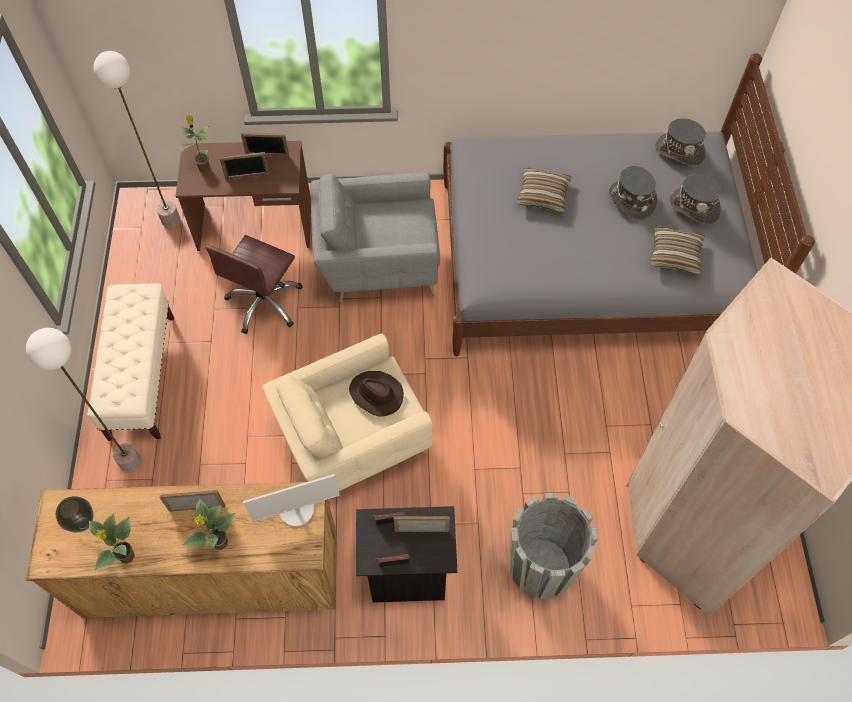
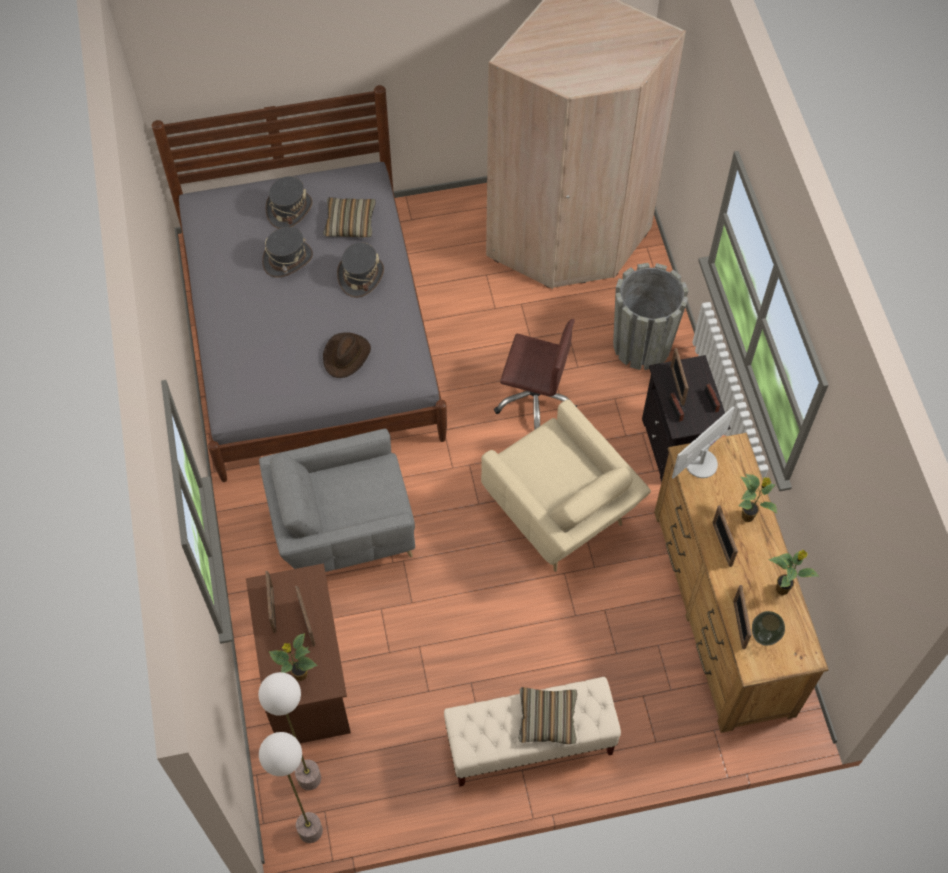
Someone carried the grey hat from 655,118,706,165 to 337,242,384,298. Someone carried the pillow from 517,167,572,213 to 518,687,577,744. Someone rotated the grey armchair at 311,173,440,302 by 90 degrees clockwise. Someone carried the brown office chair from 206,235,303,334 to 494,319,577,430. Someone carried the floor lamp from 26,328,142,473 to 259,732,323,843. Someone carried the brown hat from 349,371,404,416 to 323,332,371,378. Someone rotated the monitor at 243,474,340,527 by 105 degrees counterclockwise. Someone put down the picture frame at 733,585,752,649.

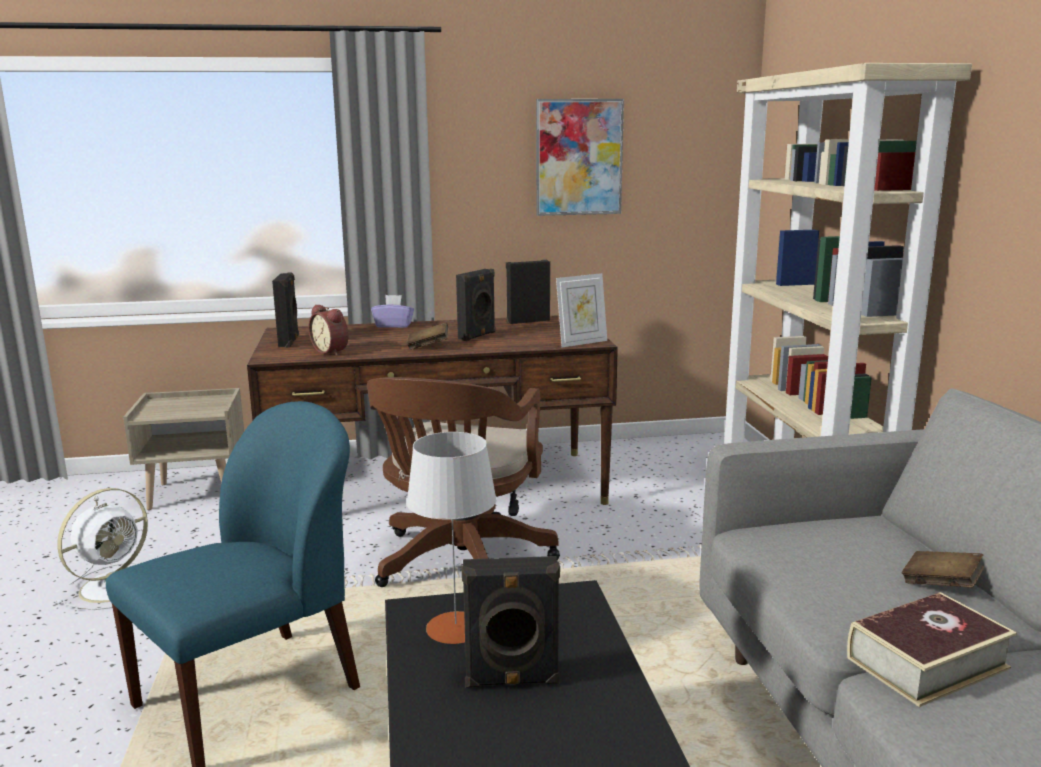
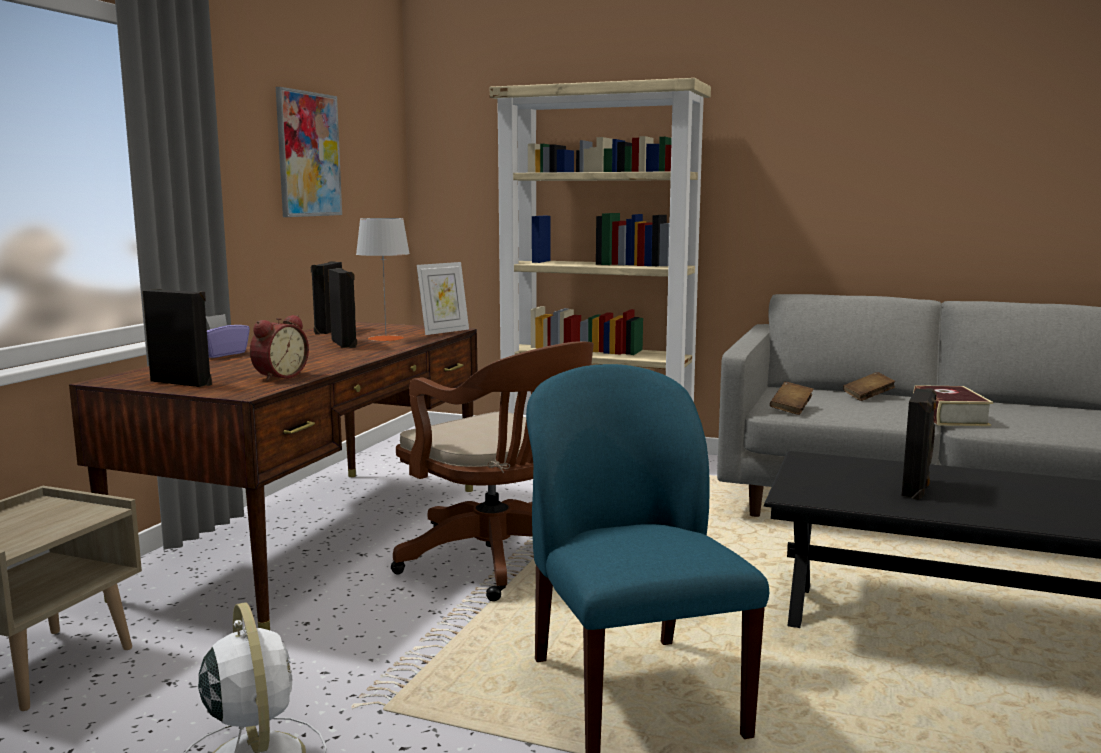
Someone rotated the picture frame at 556,273,607,347 by 45 degrees clockwise. Someone rotated the alarm clock at 308,304,349,356 by 45 degrees counterclockwise. Someone carried the brown book from 406,322,449,350 to 770,382,814,415. Someone carried the grey table lamp from 406,432,497,644 to 356,218,410,341.

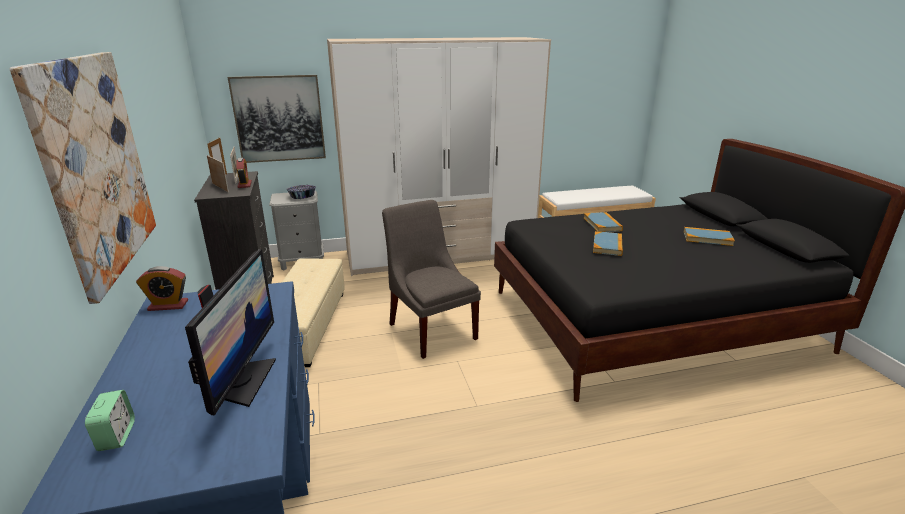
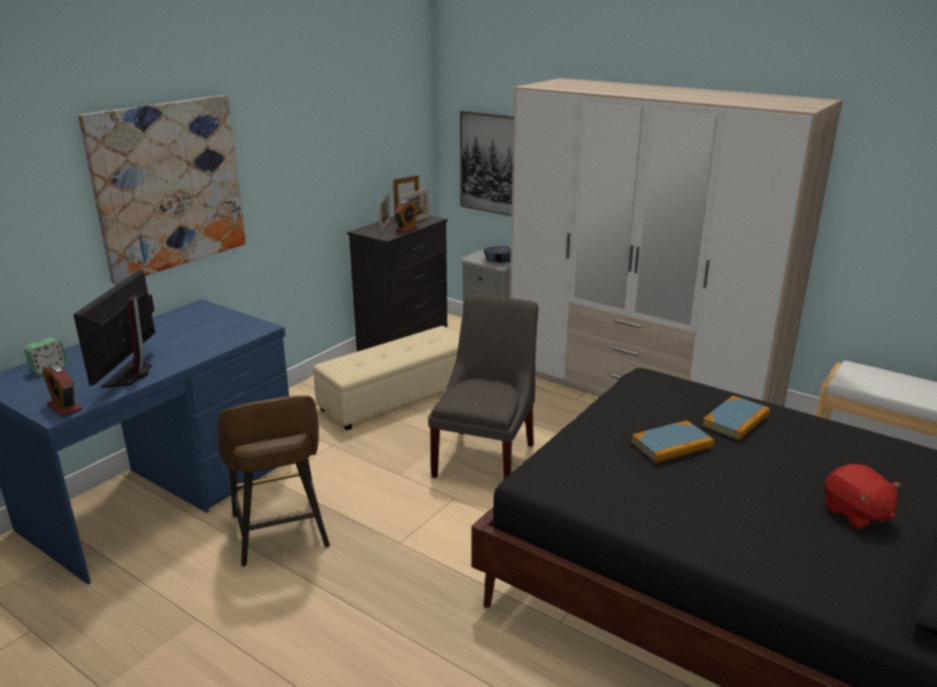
Someone swapped the book at 684,227,735,246 for the red plush toy at 824,464,901,529. Someone rotated the monitor at 185,249,276,415 by 135 degrees clockwise. Someone carried the alarm clock from 136,266,188,311 to 42,364,82,417. Someone put down the brown stool at 217,395,330,567.

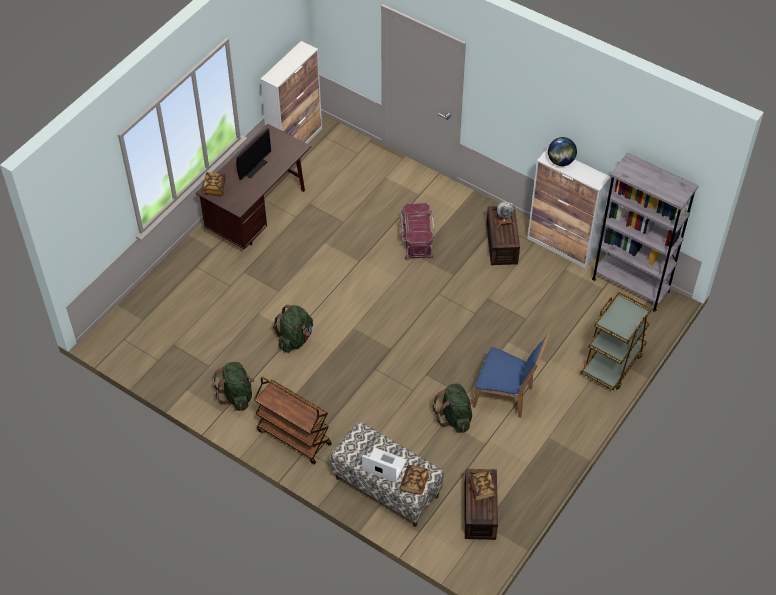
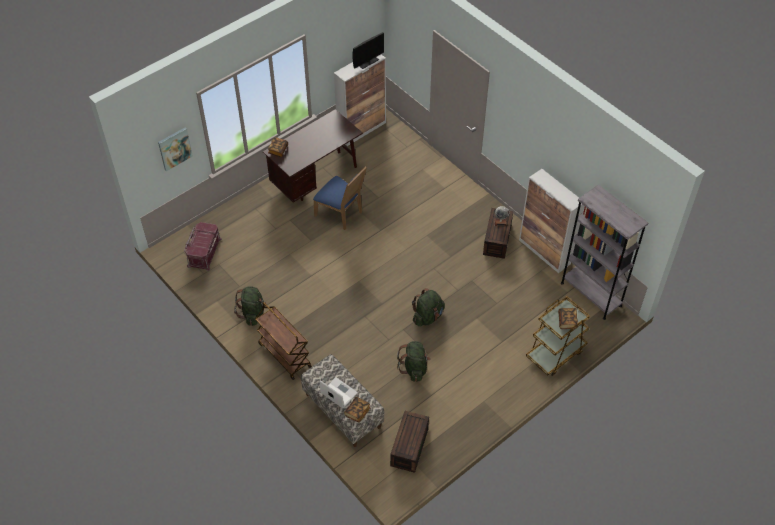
Someone carried the monitor from 236,128,271,180 to 352,32,384,69. Someone took away the globe at 548,137,577,166. Someone carried the red storage box from 400,203,435,261 to 184,222,222,271. Someone carried the green backpack from 273,305,313,353 to 412,288,445,327. Someone carried the blue chair from 472,333,550,418 to 313,166,367,230. Someone carried the book from 468,471,496,501 to 558,308,578,329. Someone put up the picture at 158,127,193,171.

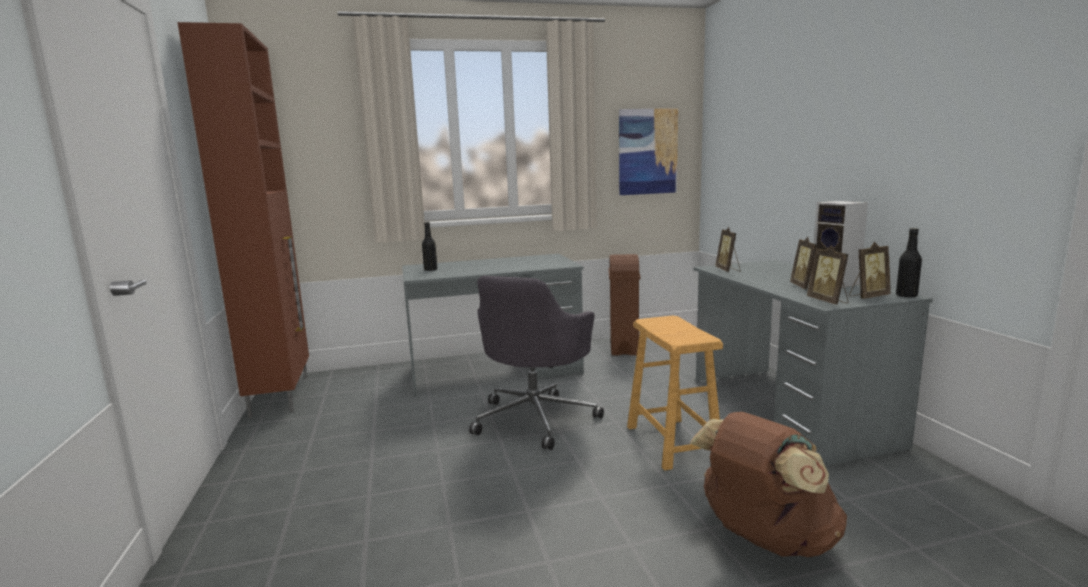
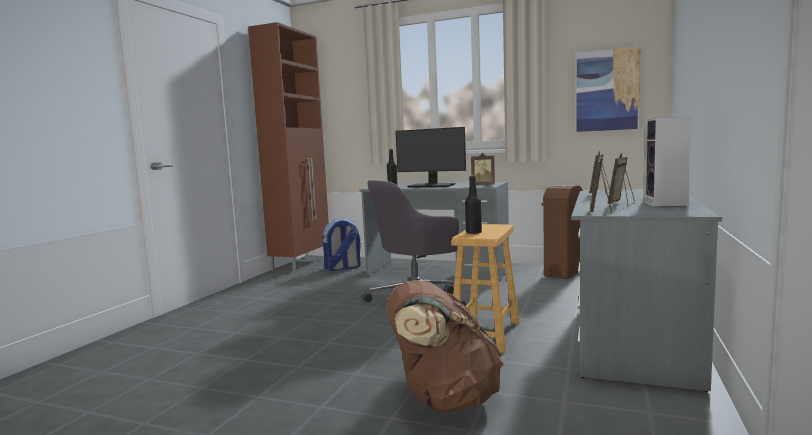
Someone carried the black bottle from 896,228,922,298 to 465,176,482,234. Someone carried the picture frame from 849,242,891,299 to 471,153,495,186. Someone put down the monitor at 395,127,466,188. Someone put down the backpack at 322,219,361,271.

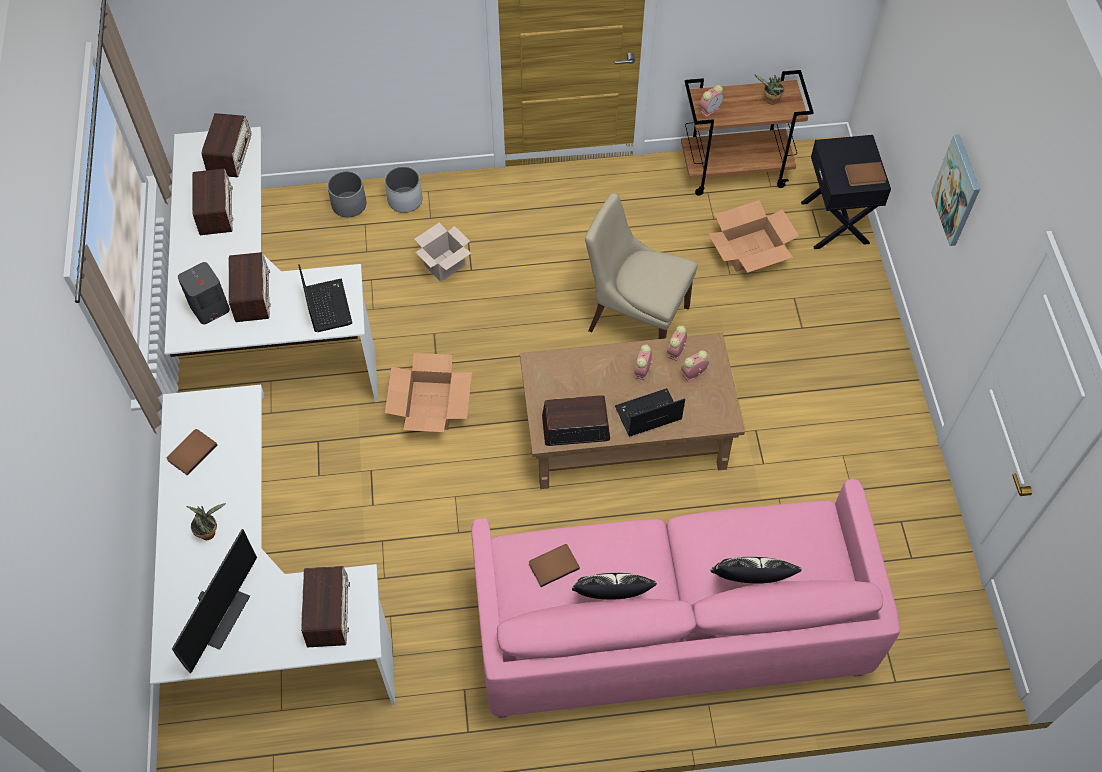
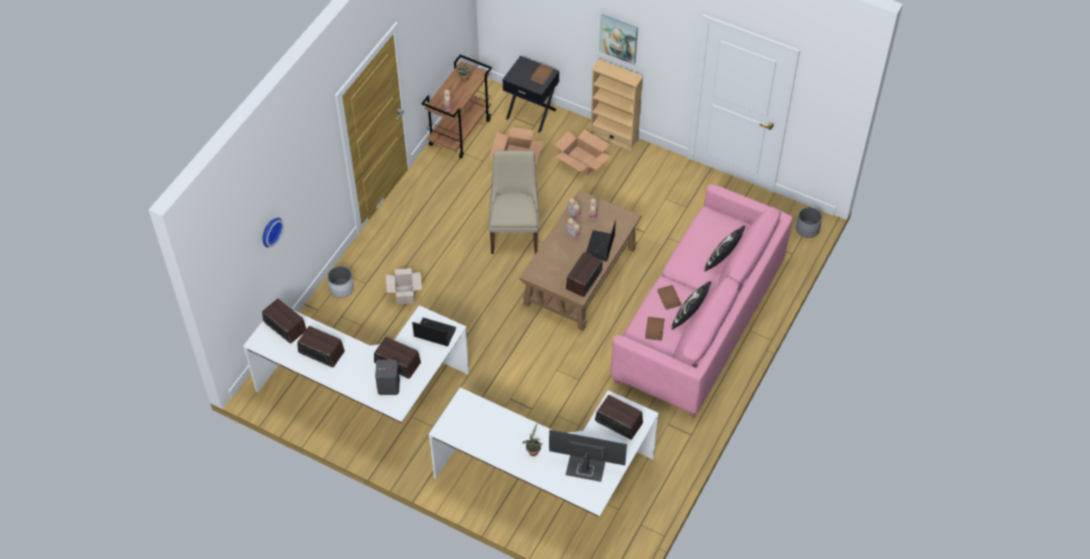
Someone carried the grey planter from 327,171,366,217 to 796,207,822,238. Someone rotated the beige chair at 585,193,698,339 by 120 degrees clockwise. Someone carried the cardboard box from 385,353,472,432 to 555,130,611,176. Someone carried the brown book from 167,429,217,476 to 657,285,682,310. Someone rotated the monitor at 172,529,257,673 by 45 degrees counterclockwise. Someone put down the beige bookcase at 590,59,644,151. Someone put up the wall clock at 262,218,284,247.

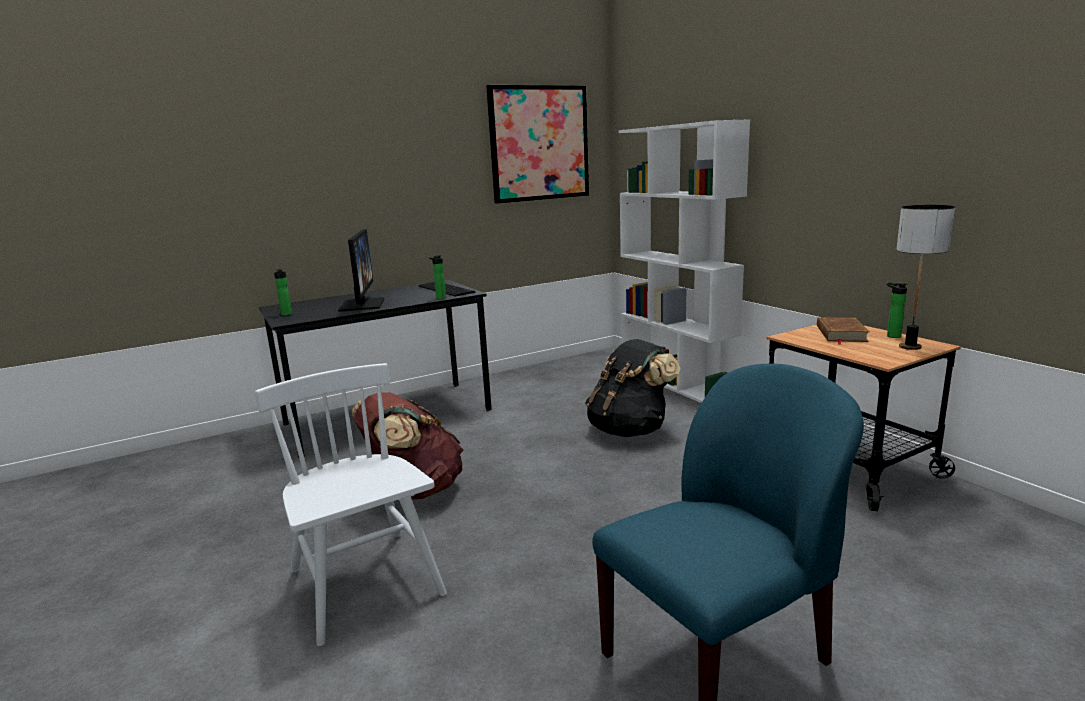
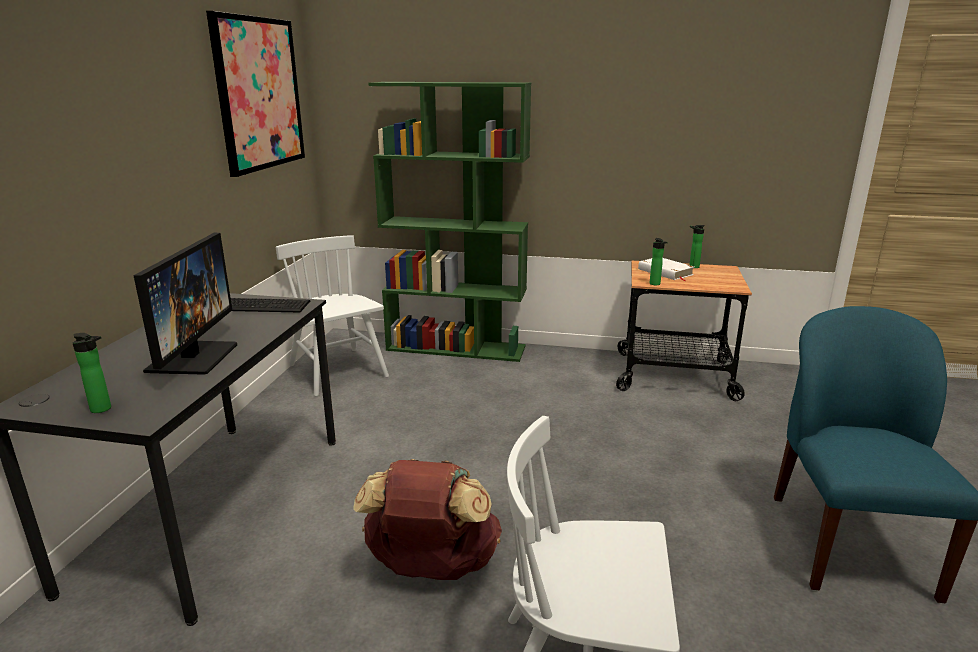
Someone repainted the white bookcase at 619,119,750,403, which became the green bookcase at 369,82,531,362. Someone took away the table lamp at 896,205,955,350. Someone rotated the monitor at 338,229,385,312 by 60 degrees clockwise. Someone carried the bottle from 429,255,446,299 to 650,238,668,285. Someone repainted the brown book at 817,317,870,345, which became the white book at 638,258,694,281. Someone took away the black backpack at 585,339,681,437. Someone put down the white chair at 276,235,389,396.

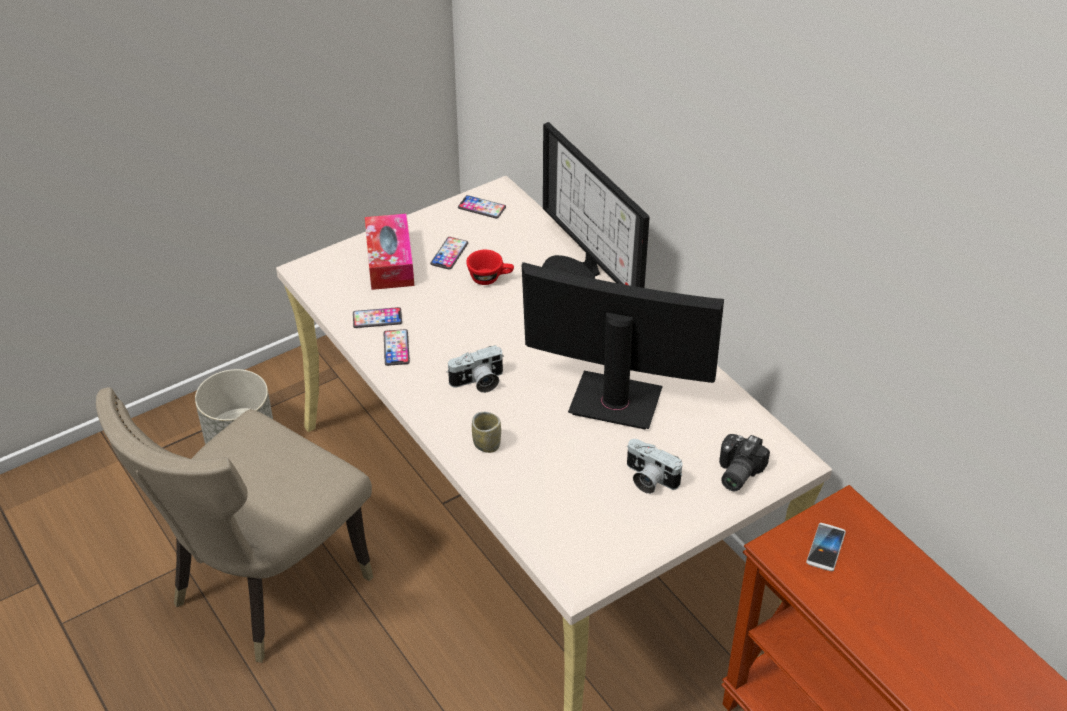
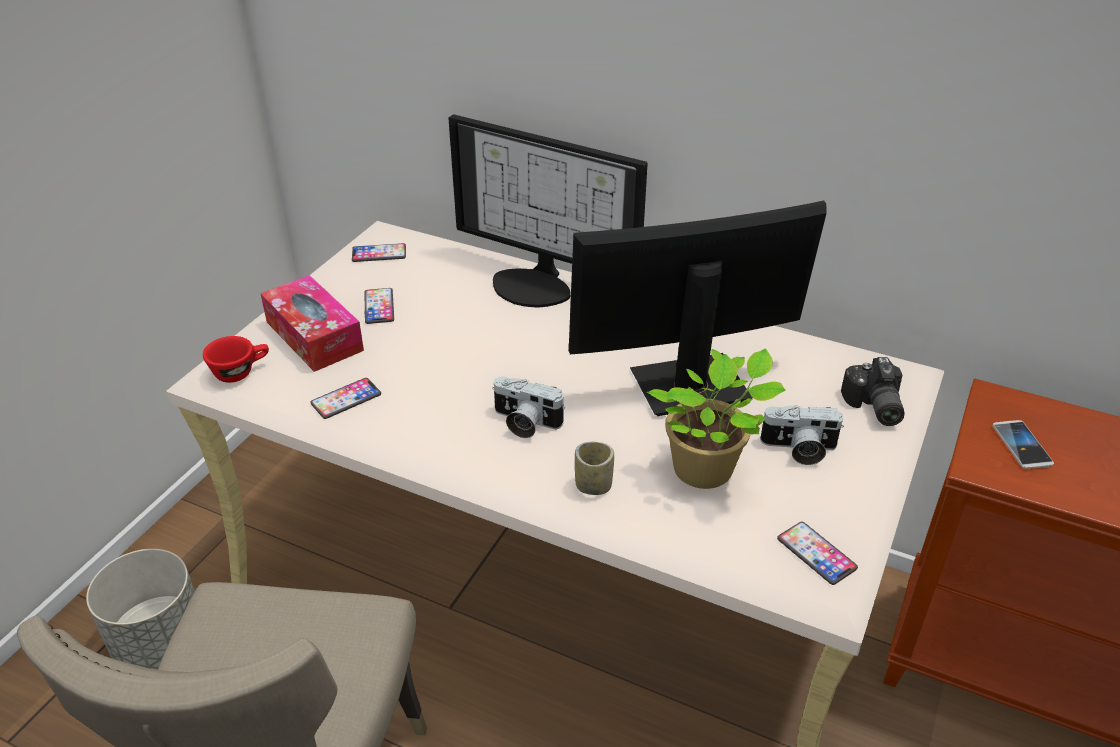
Someone carried the red cup from 466,250,514,285 to 203,336,269,383. Someone carried the phone from 383,329,410,366 to 777,522,858,585. Someone rotated the photo camera at 446,345,504,393 by 75 degrees clockwise. Someone put down the potted plant at 647,349,786,489.

